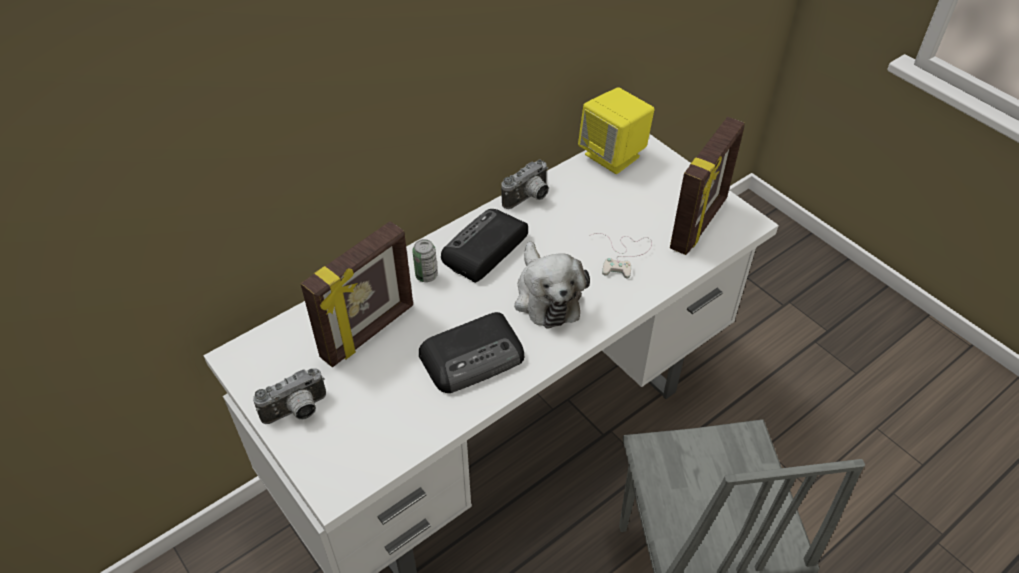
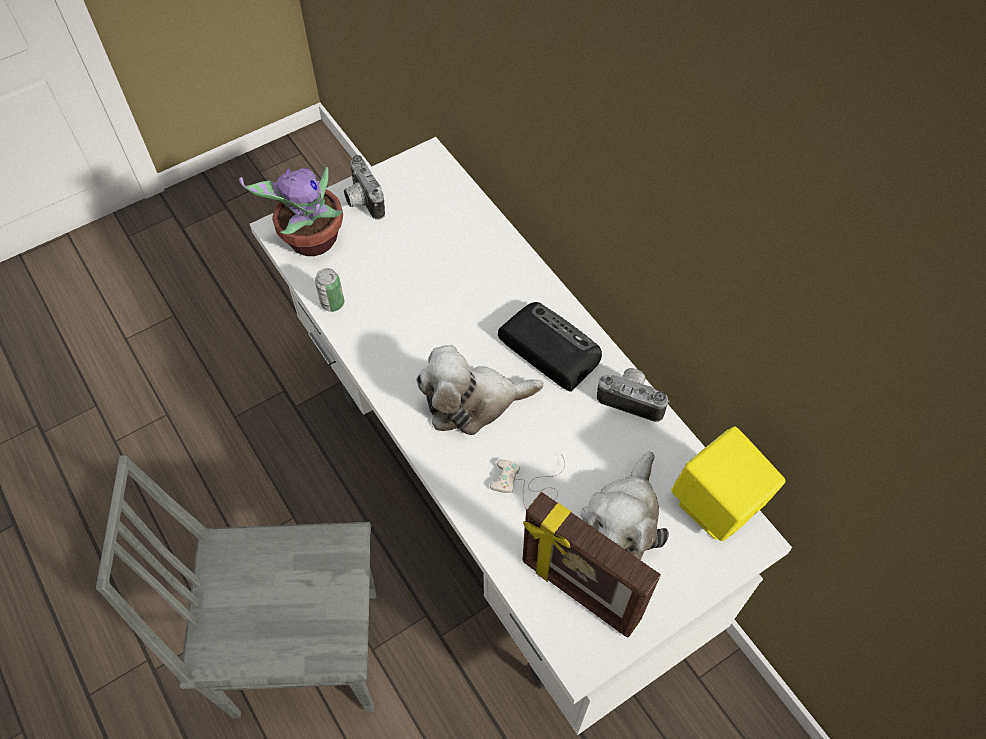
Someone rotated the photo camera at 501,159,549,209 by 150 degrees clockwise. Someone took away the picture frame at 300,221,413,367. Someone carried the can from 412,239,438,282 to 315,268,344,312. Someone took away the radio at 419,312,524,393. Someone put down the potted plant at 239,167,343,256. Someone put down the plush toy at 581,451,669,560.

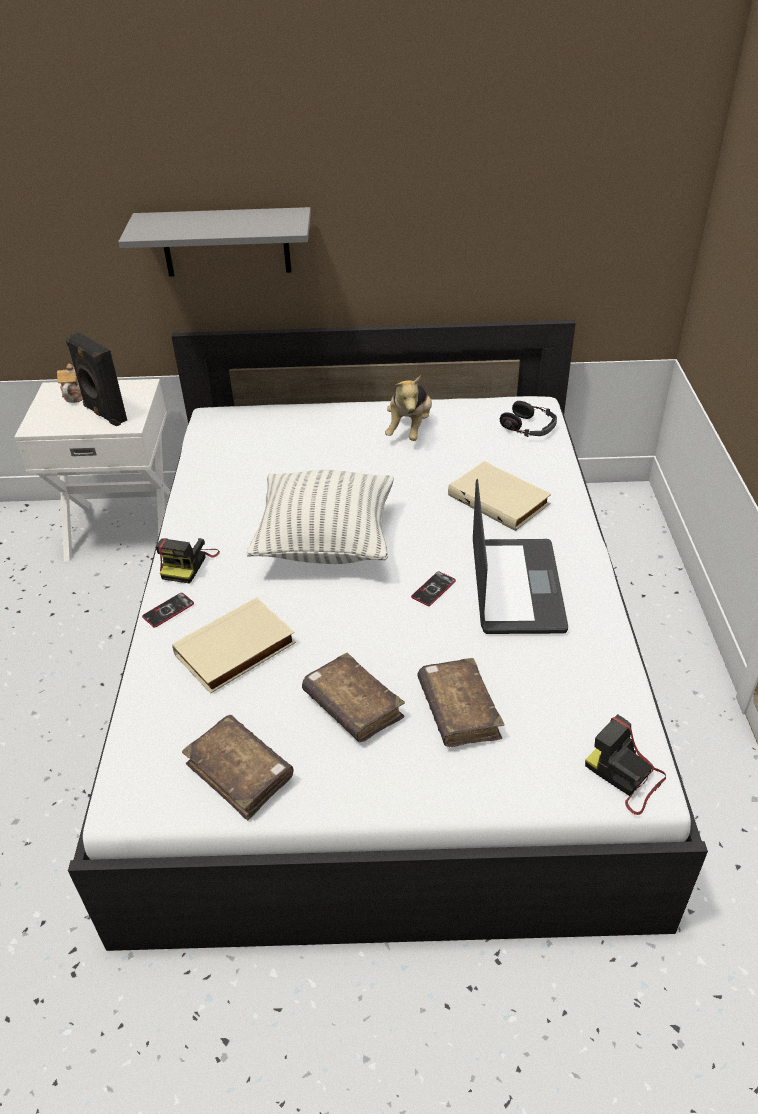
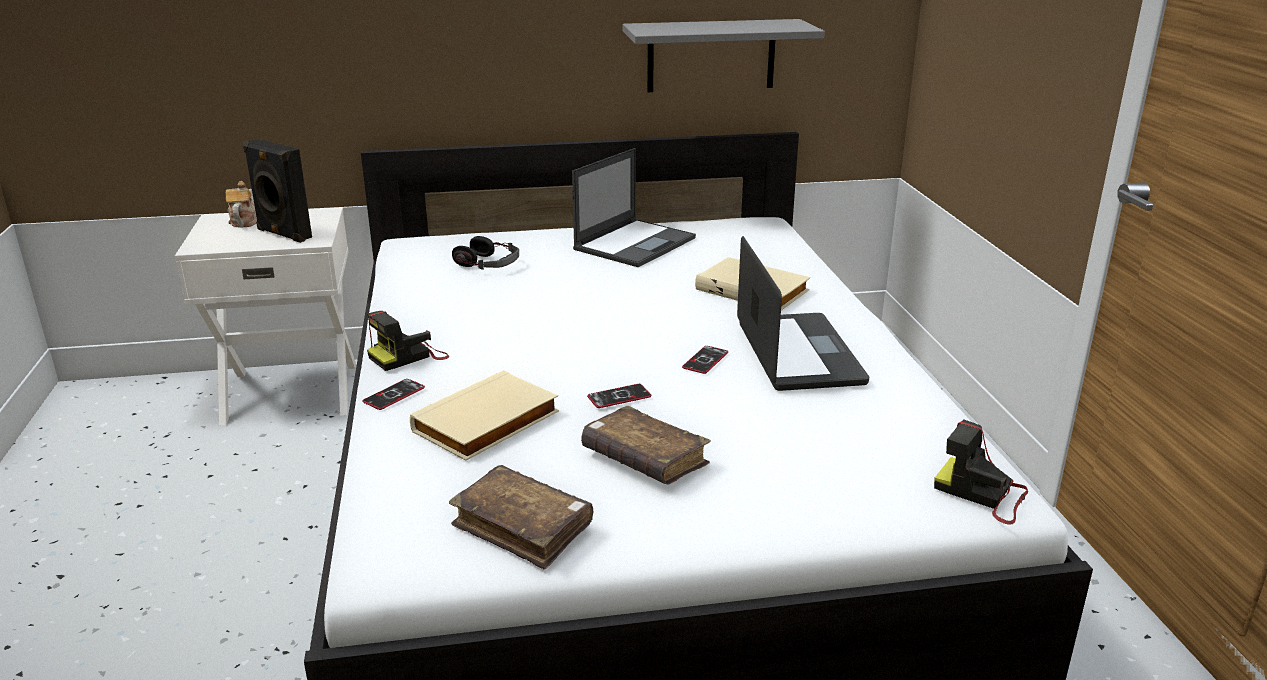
Someone carried the grey shelf from 118,207,311,277 to 622,19,825,92. Someone swapped the plush toy at 385,376,432,441 for the laptop at 572,148,696,267. Someone carried the headphones from 500,401,557,437 to 452,236,519,270. Someone took away the pillow at 247,470,394,564. Someone rotated the photo camera at 156,538,220,584 by 45 degrees clockwise. Someone took away the brown book at 417,658,504,747. Someone put down the phone at 587,384,651,408.

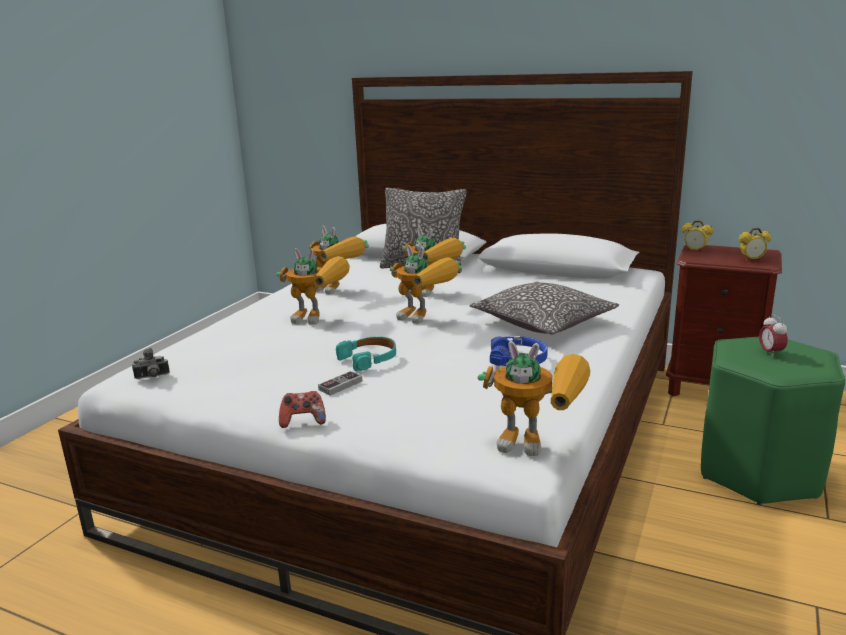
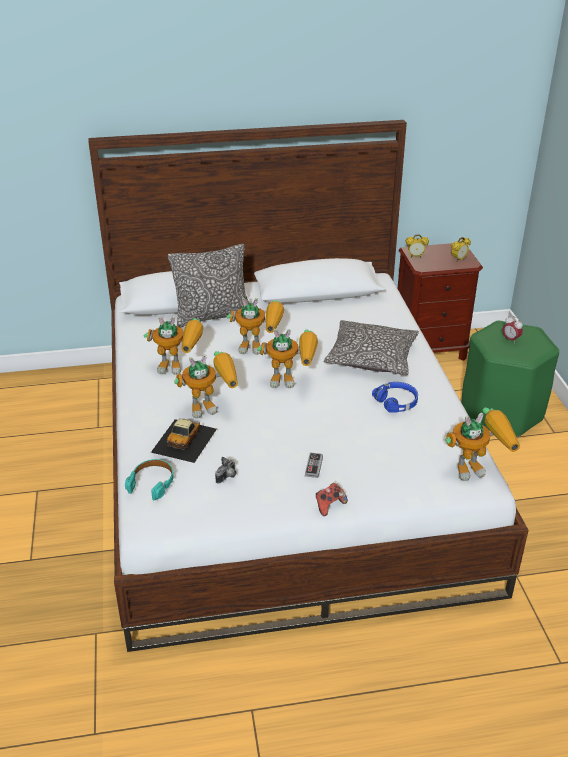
Someone carried the turquoise headphones from 336,336,396,371 to 125,459,174,500. Someone carried the photo camera from 132,348,170,379 to 215,457,237,484. Someone put down the toy car at 151,418,217,463.

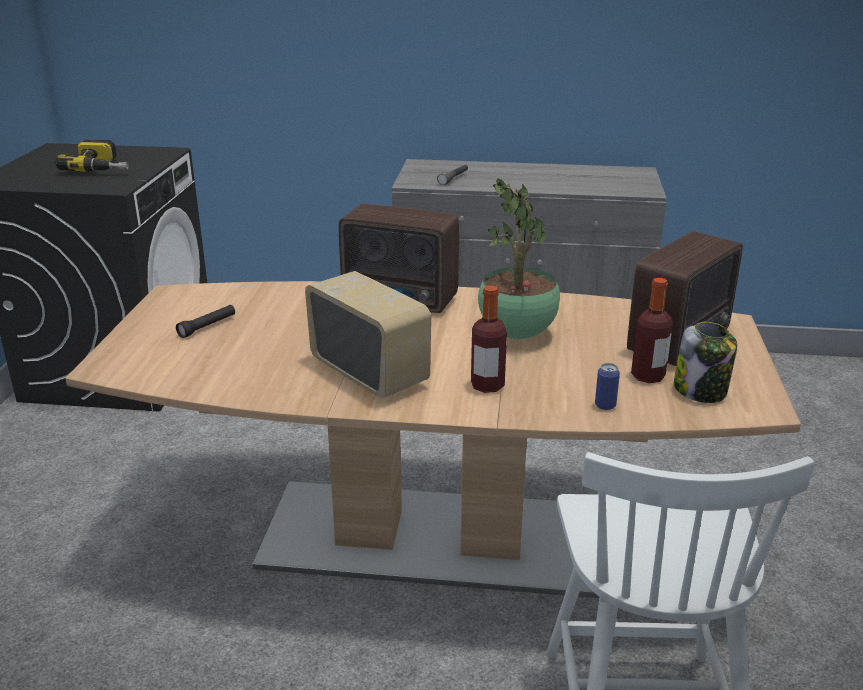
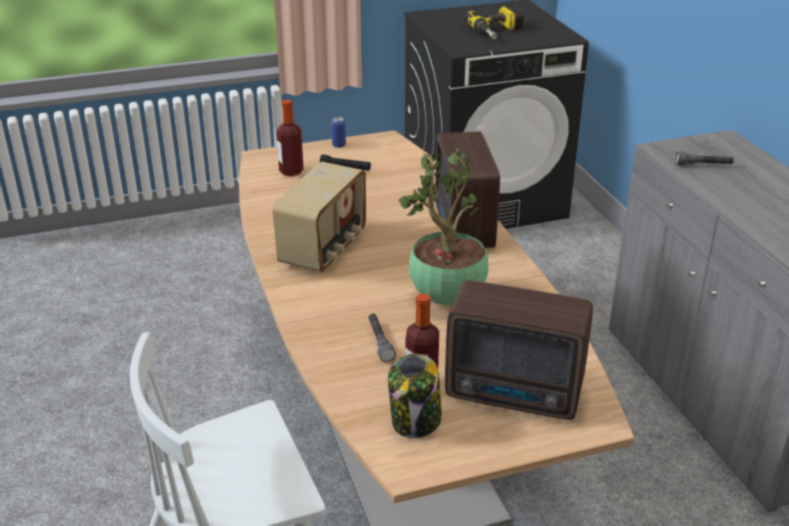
Someone carried the bottle from 471,286,507,393 to 276,100,304,176. Someone carried the can from 595,363,620,410 to 331,117,346,148. Someone put down the grey flashlight at 368,313,396,362.

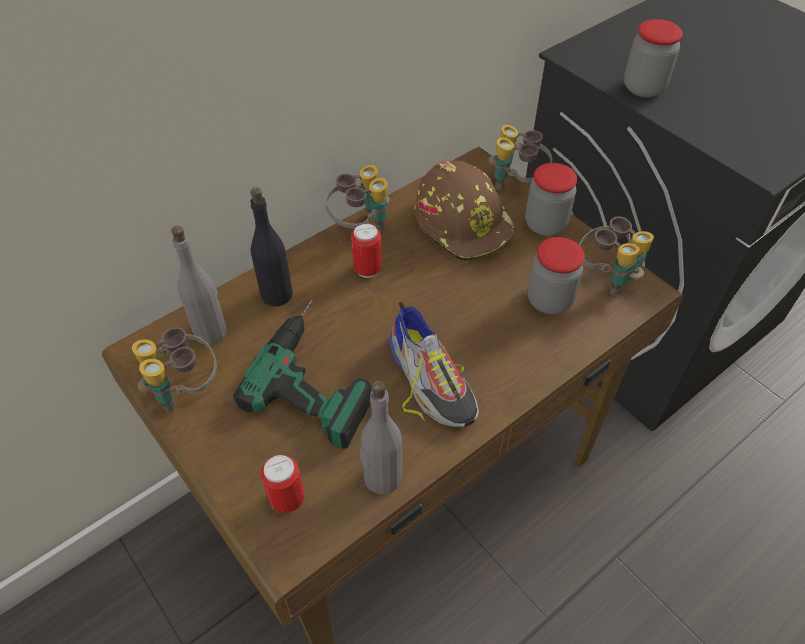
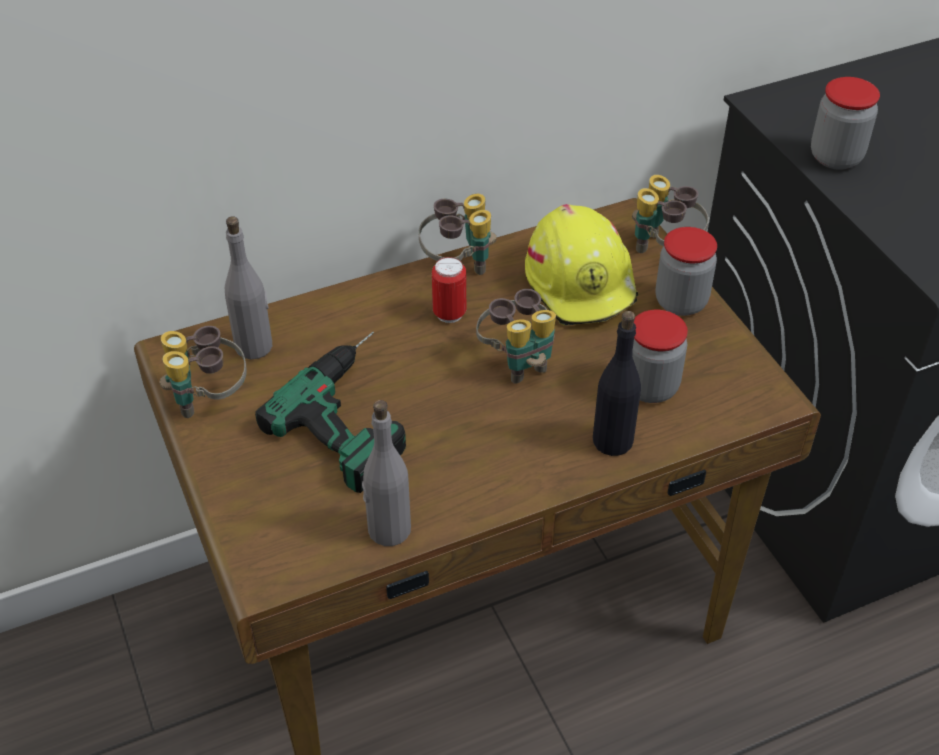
Someone repainted the brown hard hat at 414,161,515,262, which became the yellow hard hat at 525,204,639,325. Someone carried the black bottle from 250,187,293,307 to 593,311,641,456. Someone carried the binoculars from 579,217,654,296 to 476,289,556,384. Someone took away the shoe at 389,301,479,427. Someone took away the can at 261,454,305,513.

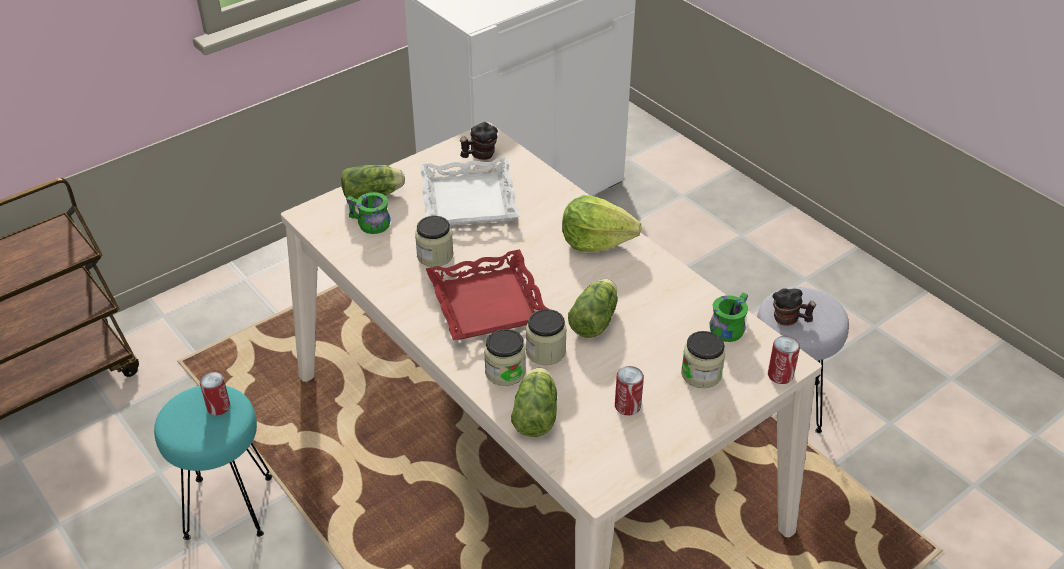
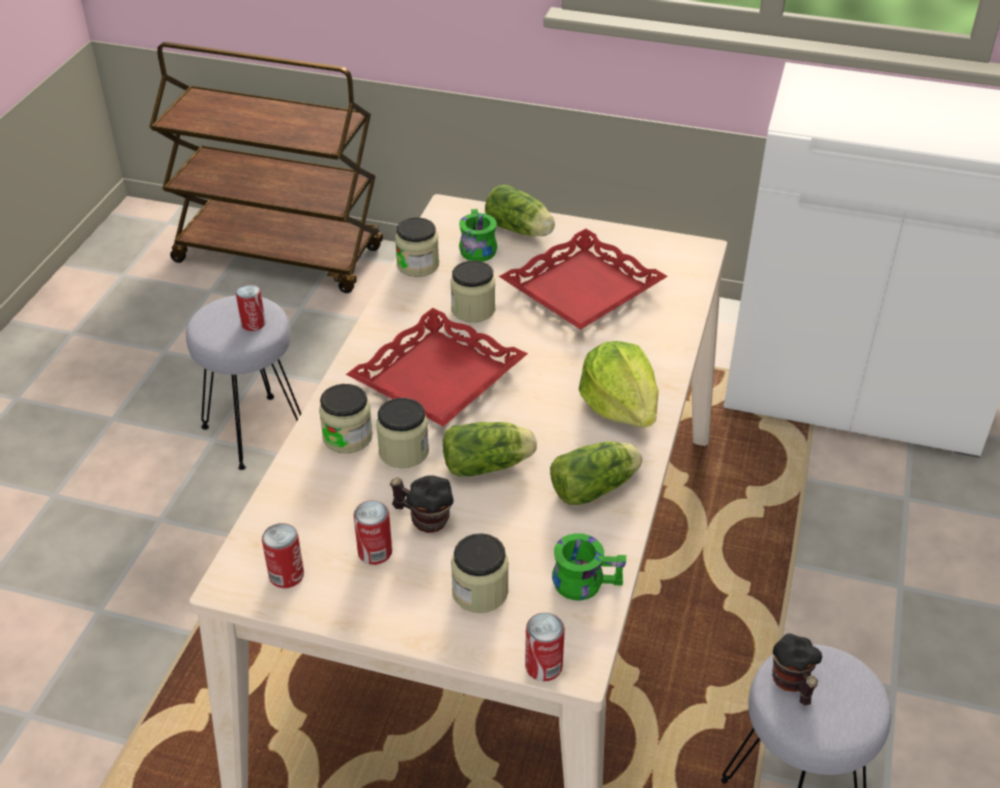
Someone carried the mug from 460,122,498,160 to 390,475,454,533. Someone repainted the white tray at 420,158,520,226, which became the red tray at 499,229,668,330. Someone carried the lettuce from 511,368,557,437 to 550,441,643,505. Someone repainted the turquoise stool at 154,386,272,540, which became the grey stool at 186,296,301,470. Someone put down the jar at 395,218,439,277. Someone put down the can at 262,523,304,588.

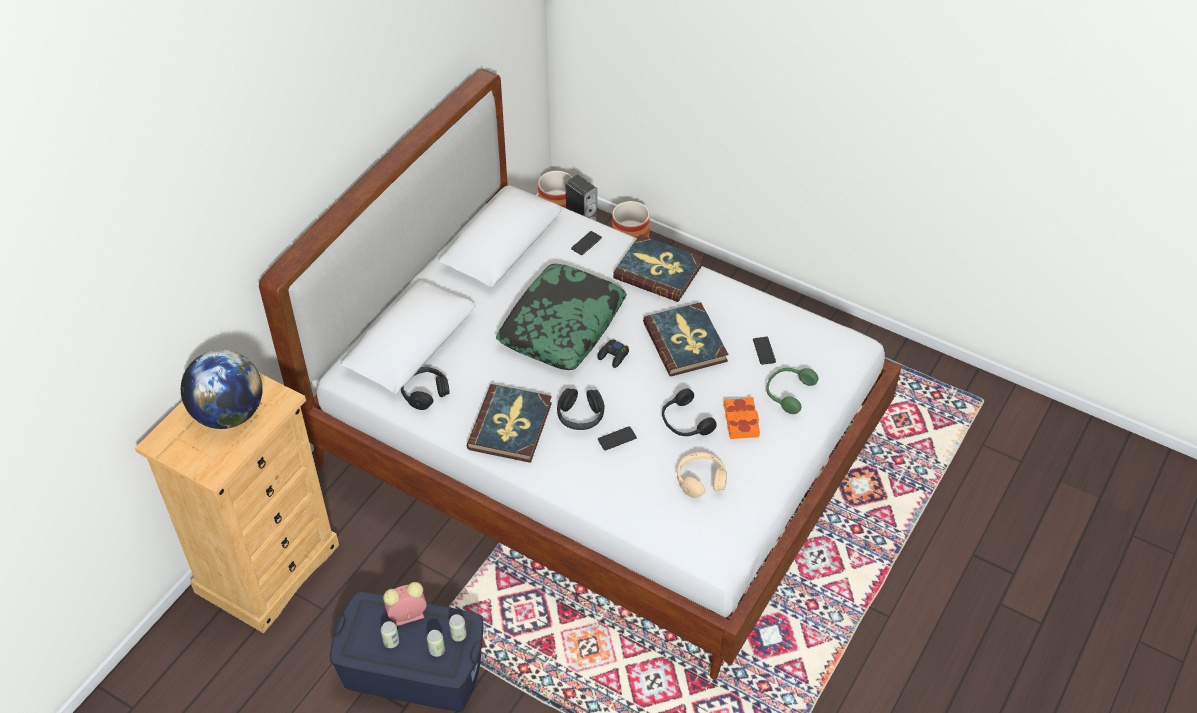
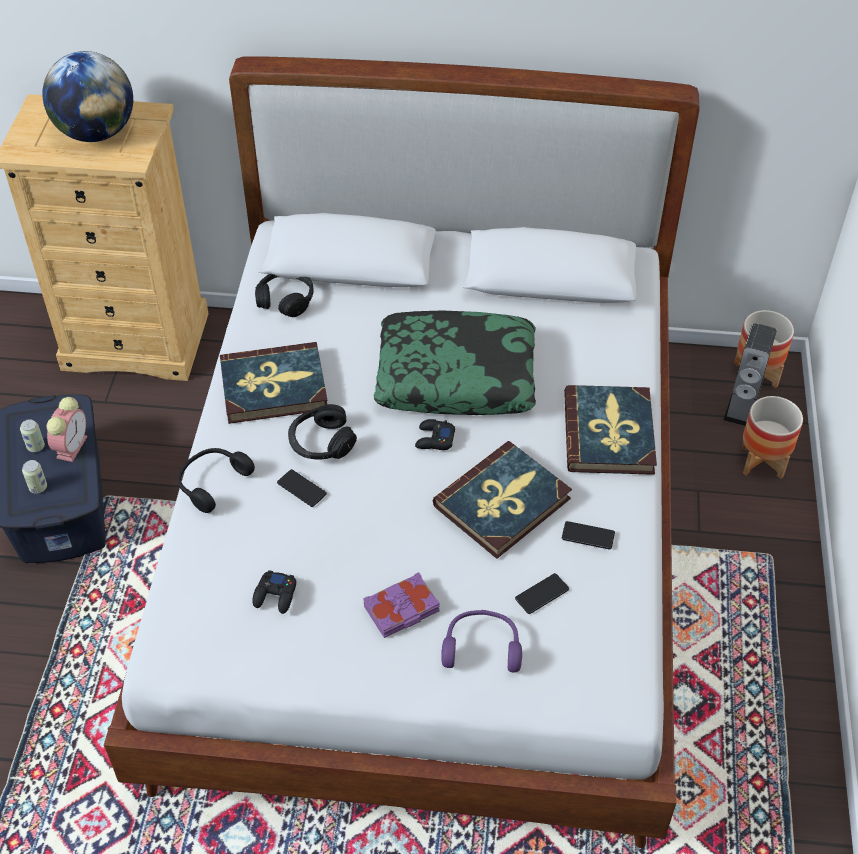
Someone carried the phone from 571,231,602,255 to 562,521,615,549. Someone repainted the green headphones at 766,368,818,414, which became the purple headphones at 441,610,522,672. Someone carried the black headphones from 662,389,717,436 to 178,448,255,513. Someone repainted the orange book at 724,397,760,439, which became the purple book at 363,572,440,638. Someone swapped the beige headphones at 677,452,727,498 for the black game controller at 252,570,296,614. Someone rotated the alarm clock at 383,582,427,626 by 60 degrees clockwise. Someone took away the can at 449,614,466,641.

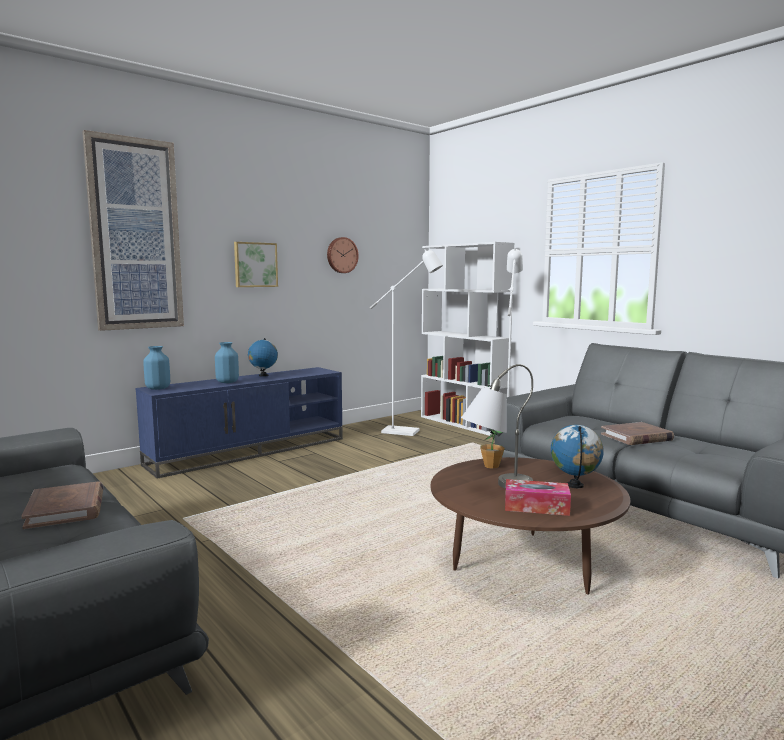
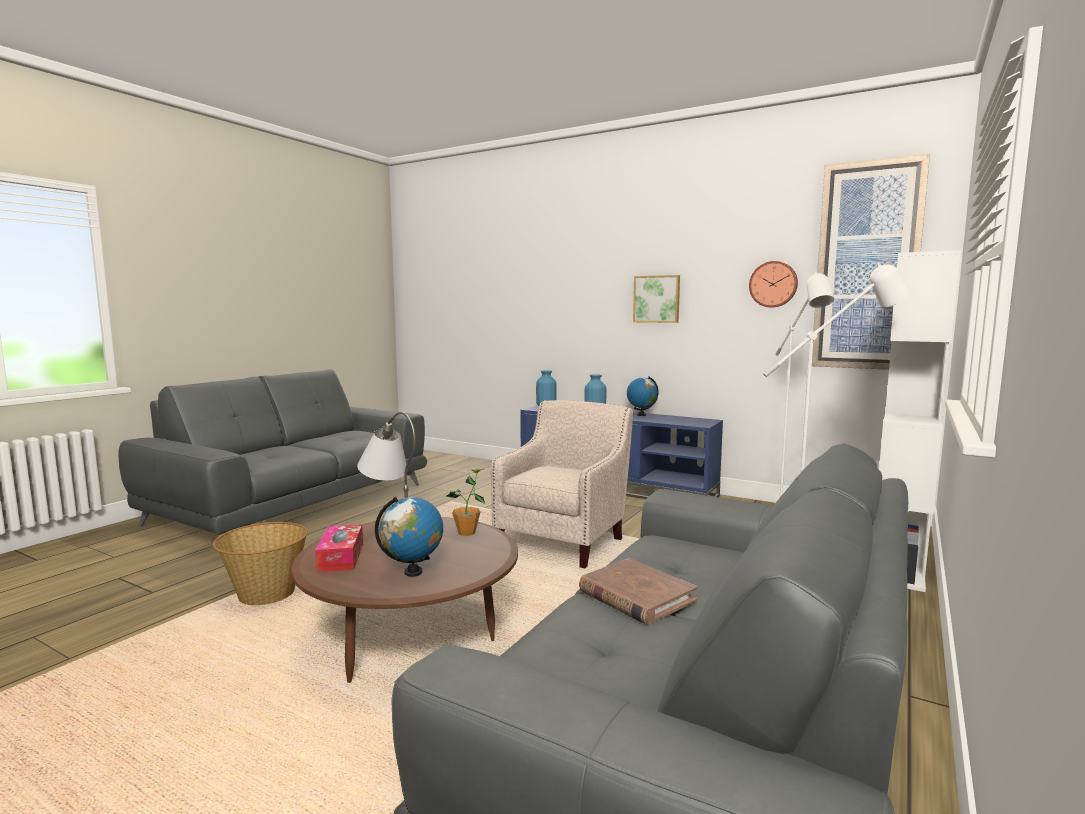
Someone carried the picture from 82,130,184,331 to 812,154,930,370. Someone took away the brown book at 21,481,104,529. Someone put down the beige armchair at 491,400,633,568. Someone put down the basket at 212,522,308,605.

